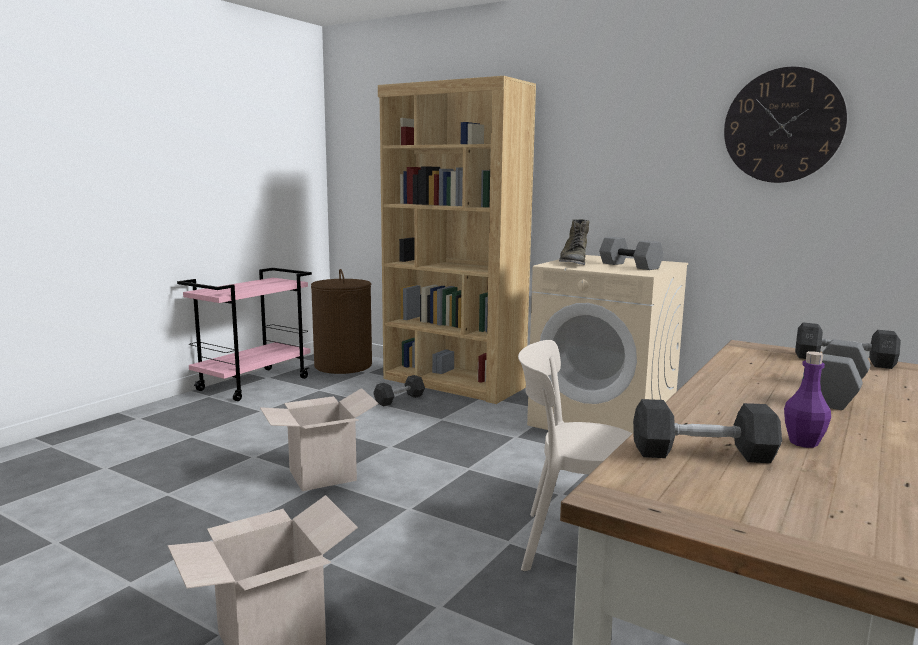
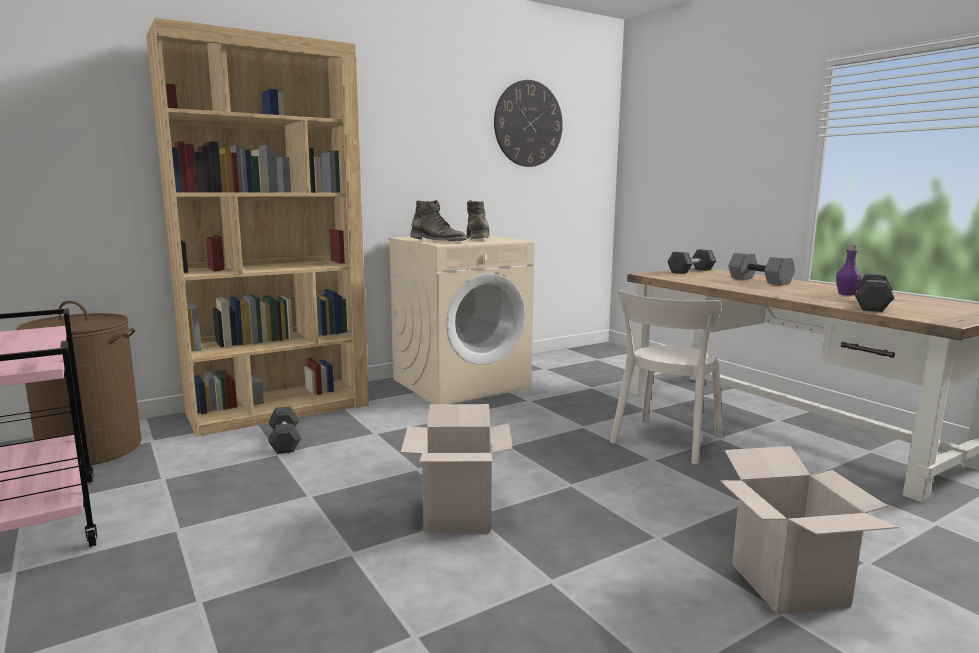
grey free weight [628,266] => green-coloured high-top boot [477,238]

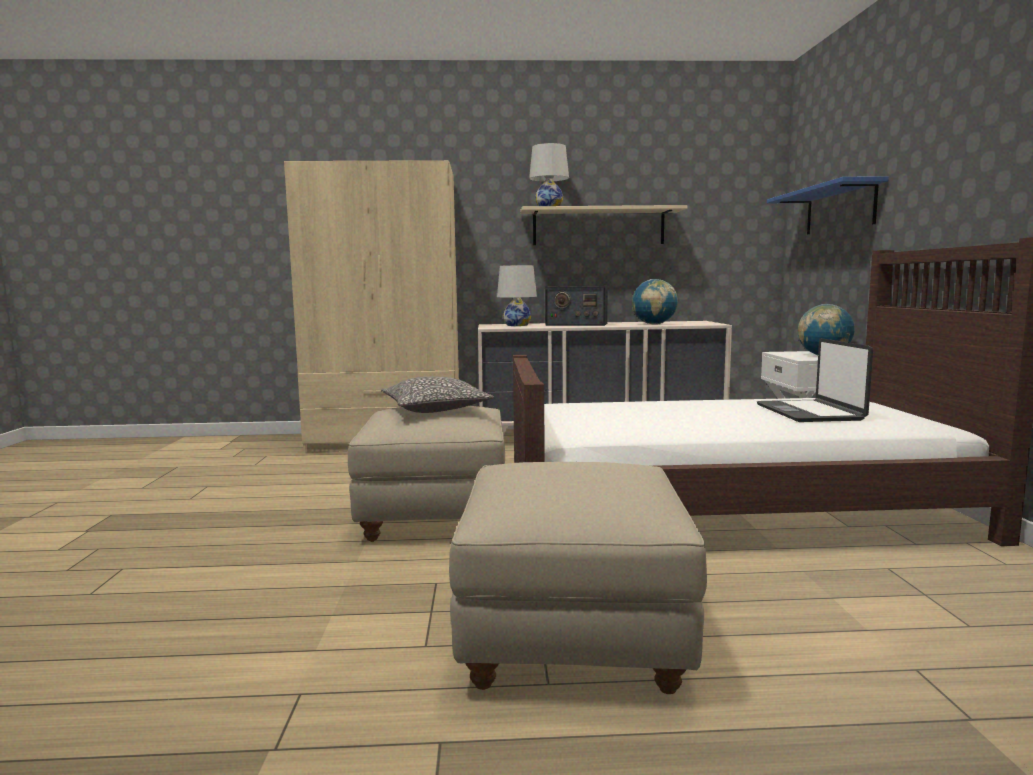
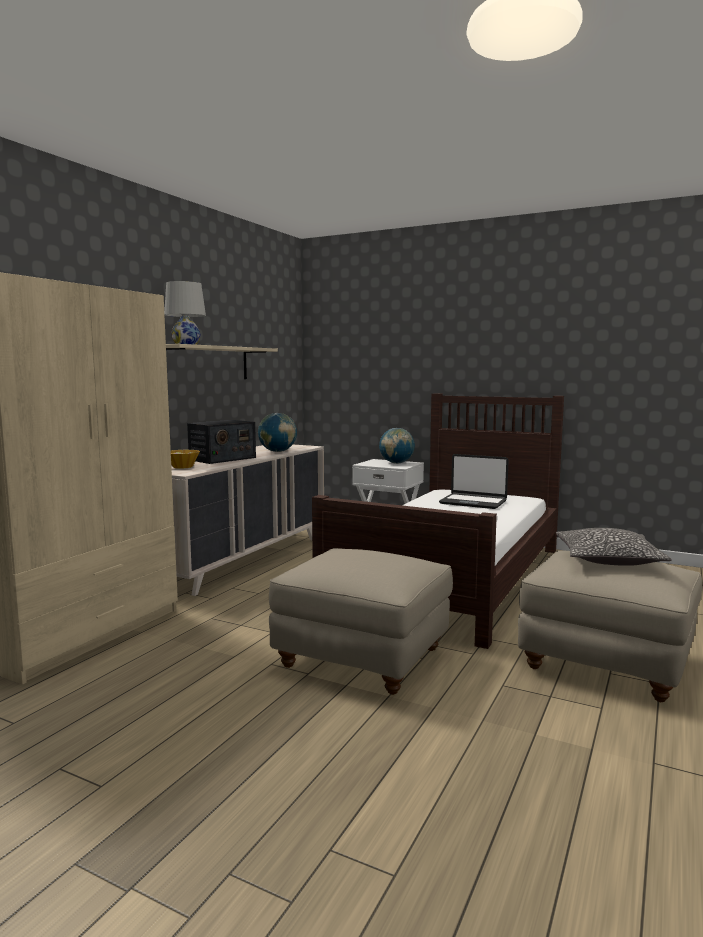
throw pillow [435,409] => throw pillow [608,559], move
white tabletop lamp [517,325] => deep dish [182,467]
bluish wall shelf [840,209] => nothing

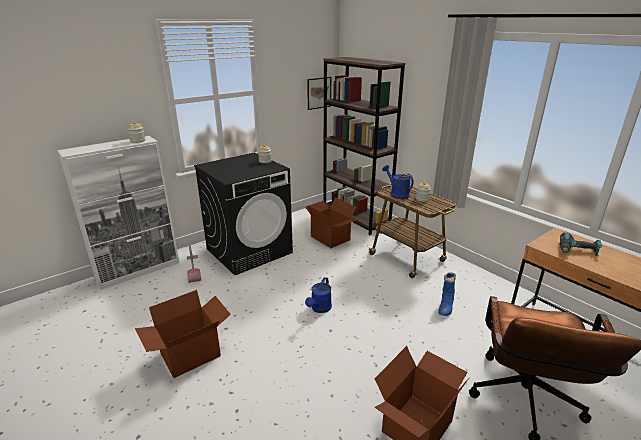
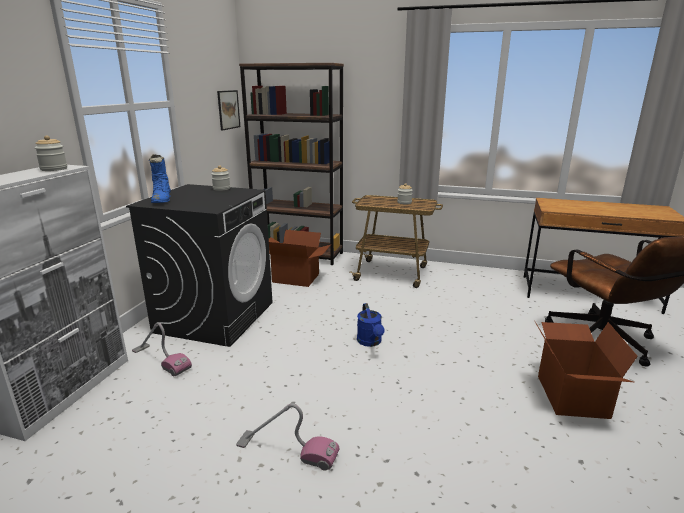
cardboard box [190,355] => hoover [287,450]
bluish watering can [397,194] => nothing
bluish high-top boot [446,307] => bluish high-top boot [162,200], move
electric drill [577,251] => nothing

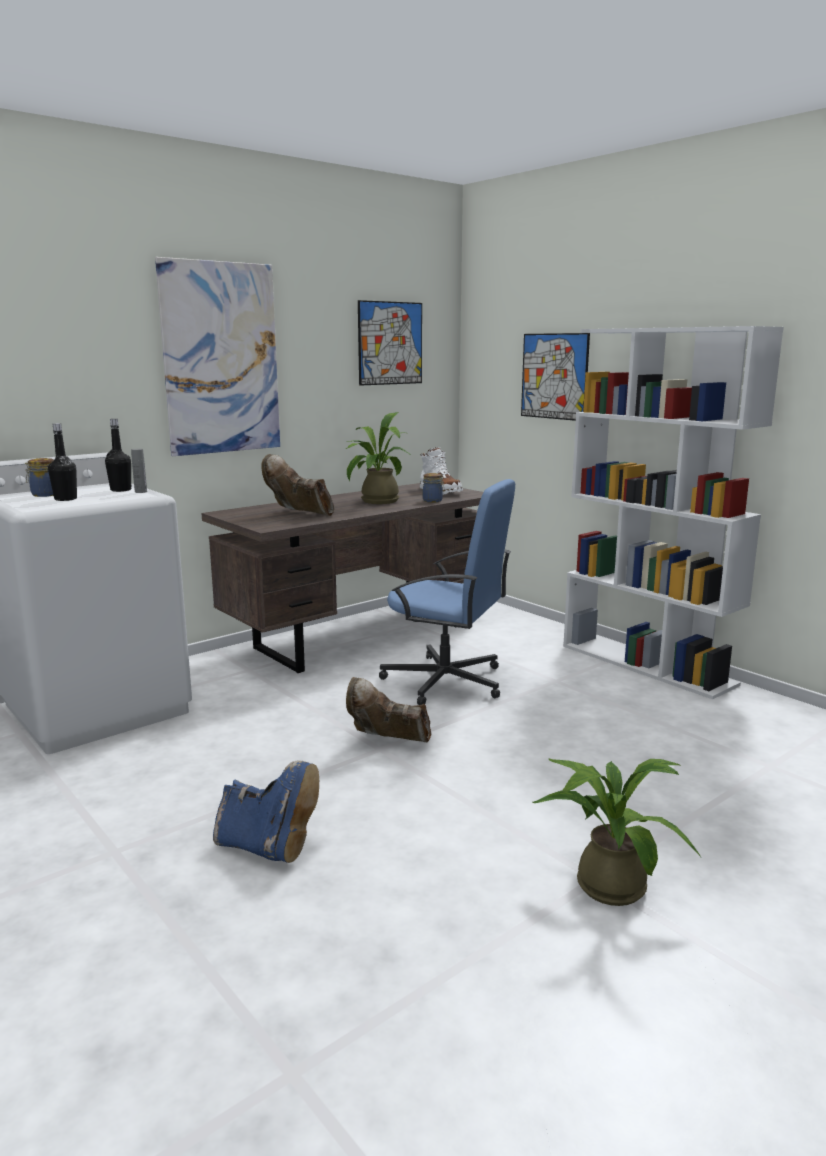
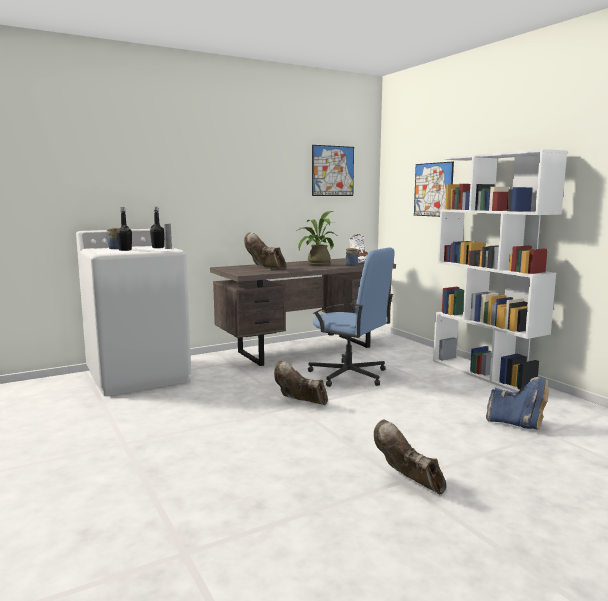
picture [221,359] => nothing
bluish high-top boot [268,848] => bluish high-top boot [517,424], move
plant in a pot [605,881] => brown high-top boot [408,483]

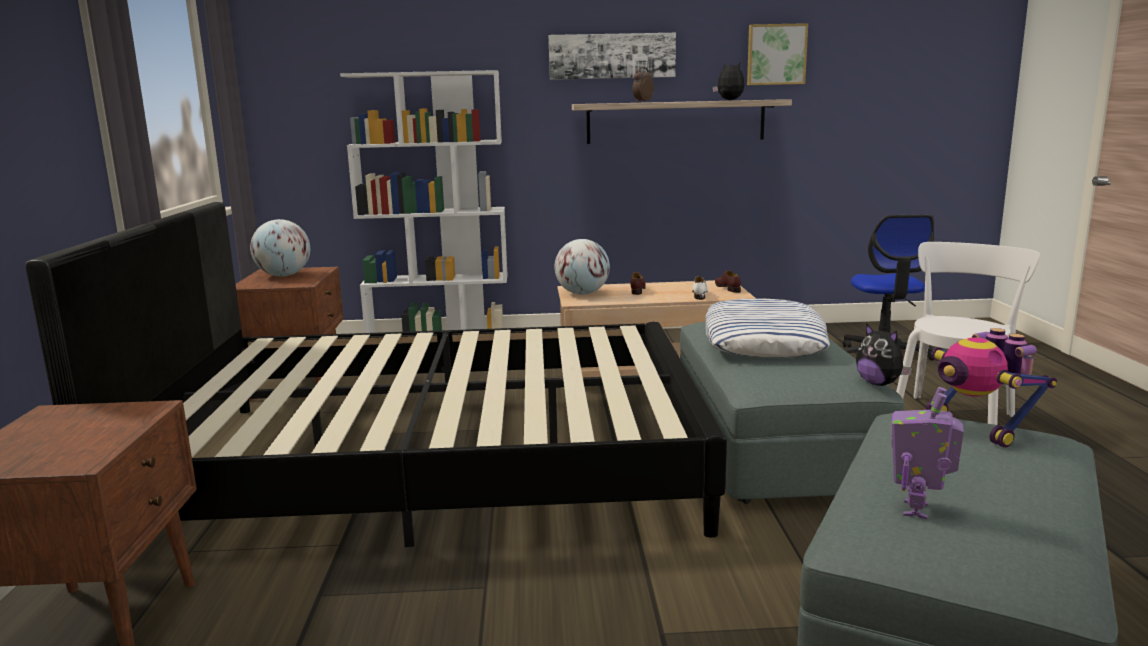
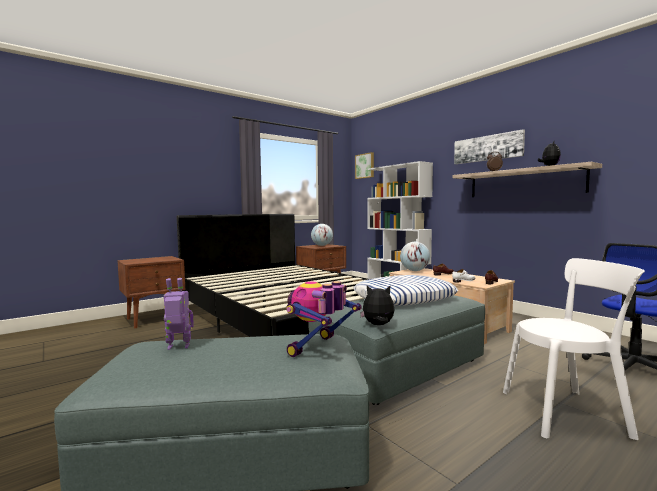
picture [776,54] => picture [365,166], move
plush toy [879,383] => plush toy [378,325], 75 degrees clockwise

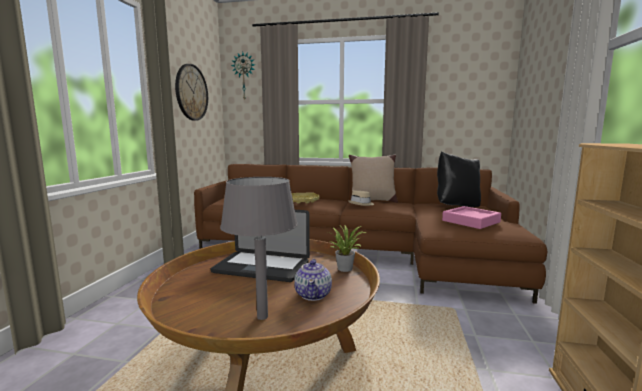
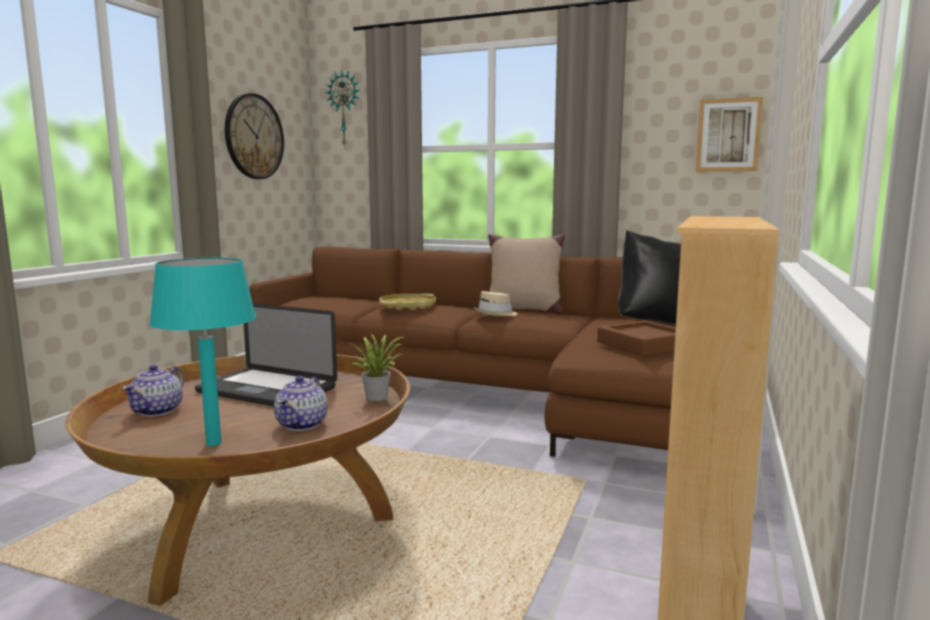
grey tabletop lamp [263,317] => blue-green tabletop lamp [214,443]
pink-coloured carrying tray [471,221] => brown carrying tray [644,345]
nothing => teapot [158,410]
nothing => picture [728,135]

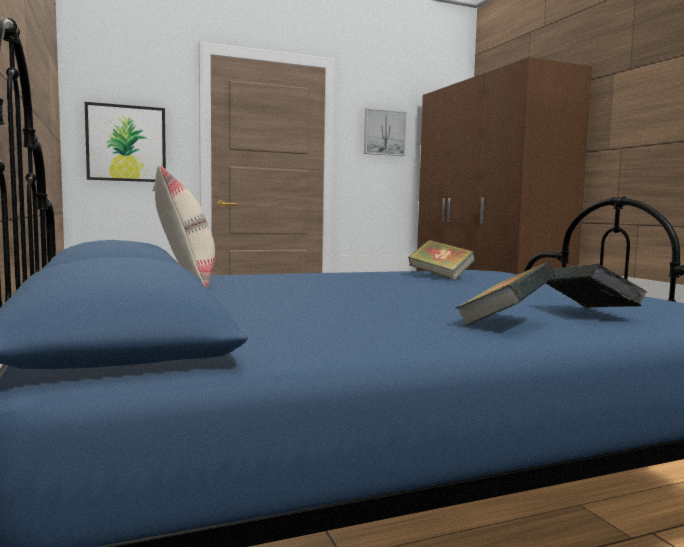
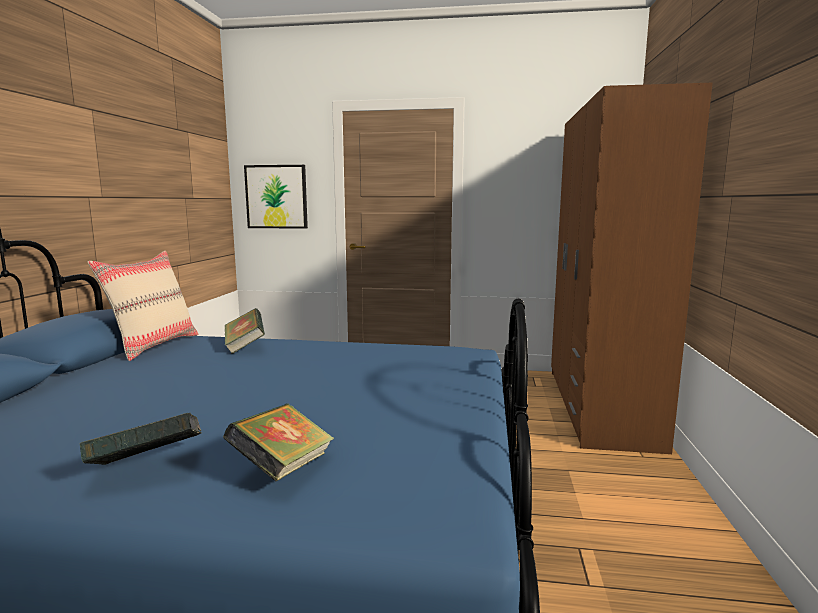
picture [384,133] => nothing
volume [440,276] => volume [244,346], move

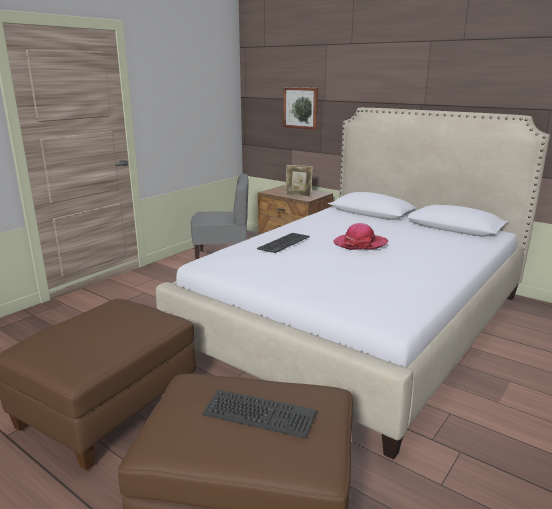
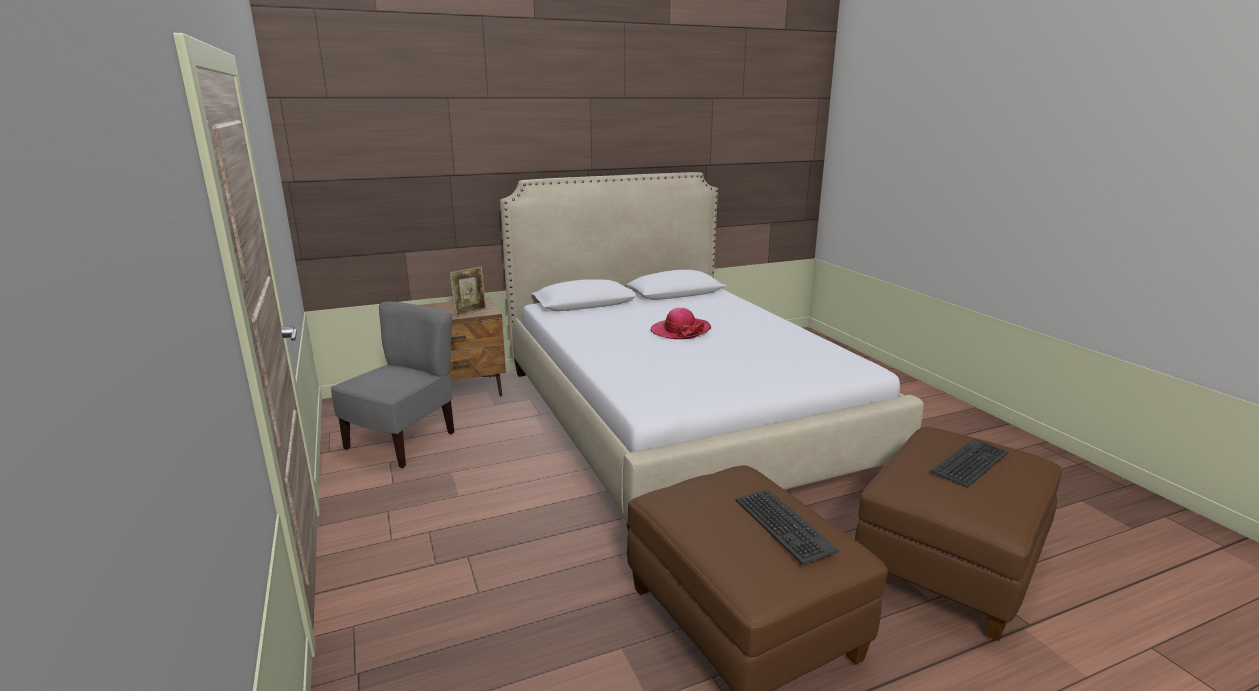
PC keyboard [283,243] => PC keyboard [782,525], move
picture [301,108] => nothing

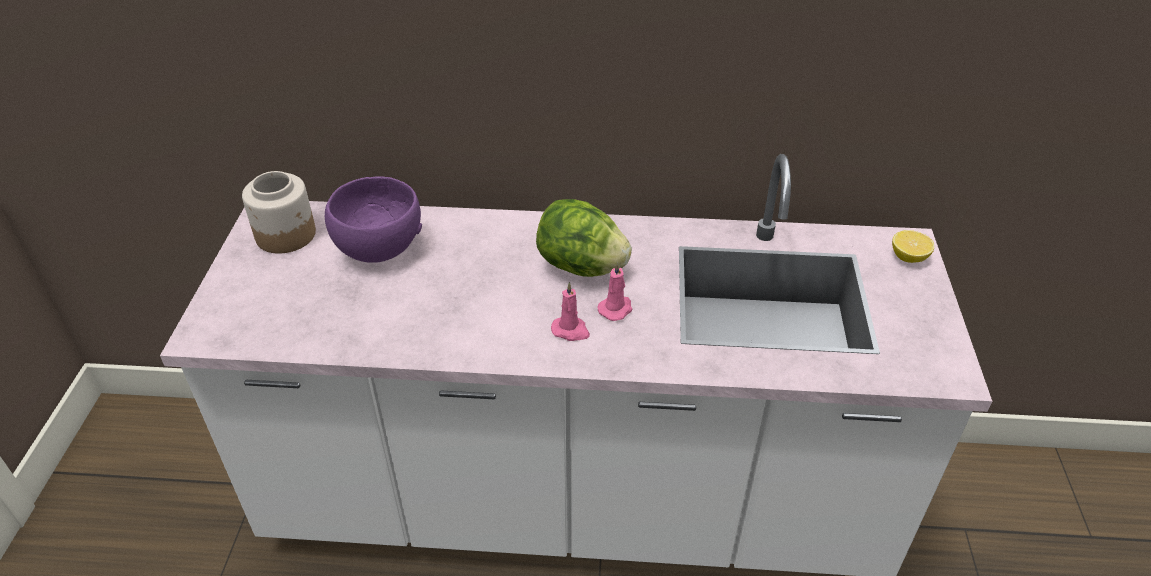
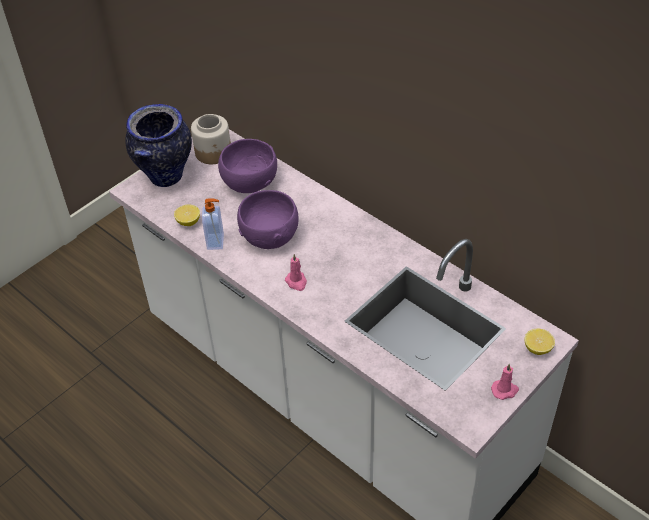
lettuce [581,267] => nothing
pink-coloured candle [616,309] => pink-coloured candle [505,390], move
nothing => flower vase [166,178]
nothing => whole lemon [188,222]
nothing => soap bottle [216,241]
nothing => purple deep dish [270,236]

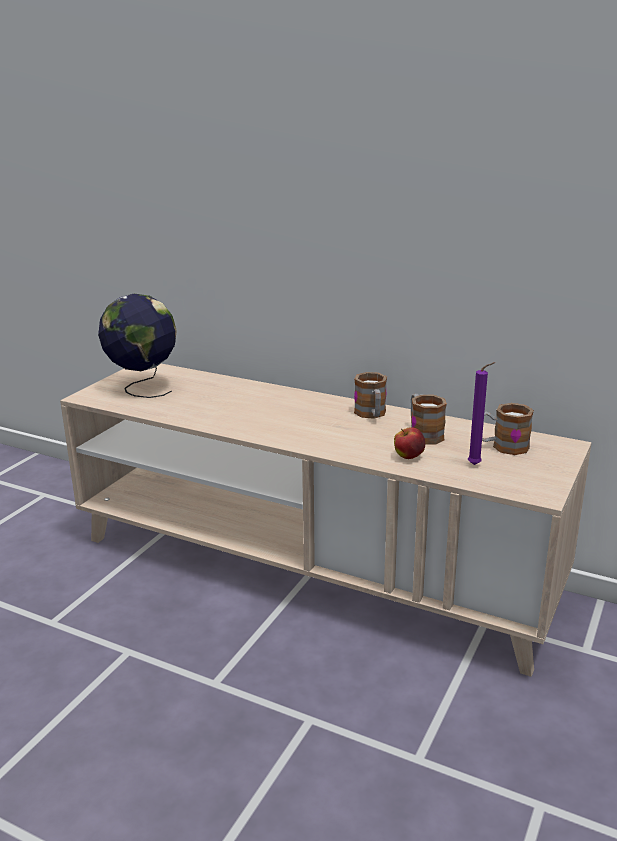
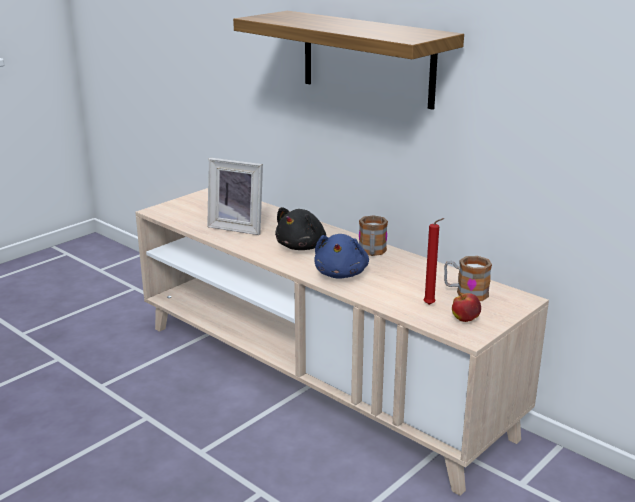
desk globe [143,387] => nothing
apple [408,457] => apple [465,319], move
mug [423,434] => nothing
purple candle [476,465] => red candle [430,305]
nothing => standing frame [238,227]
nothing => wall shelf [367,58]
nothing => black-coloured plush toy [302,247]
nothing => bluish plush toy [341,273]

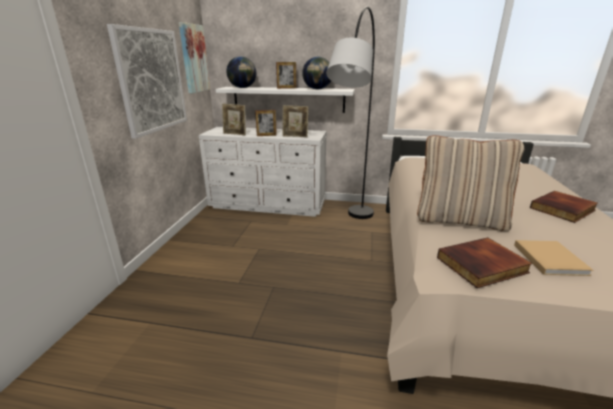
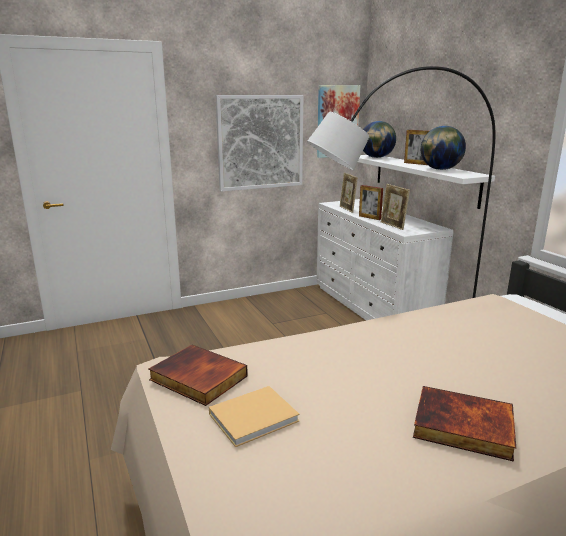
beige-coloured throw pillow [460,220] => nothing

